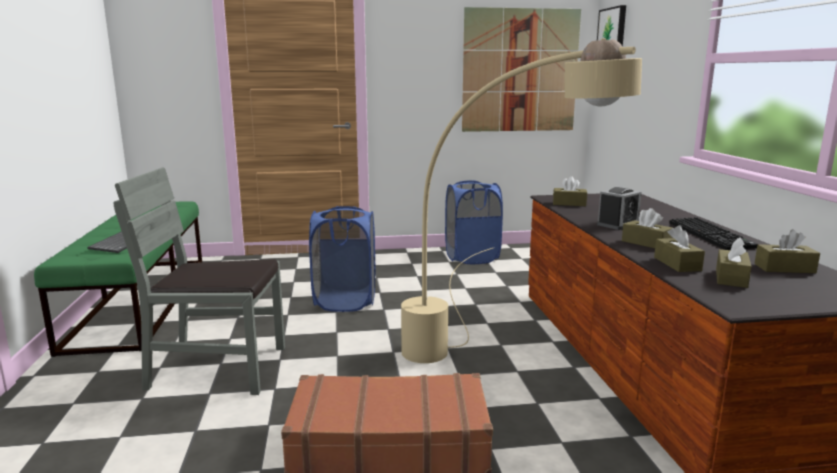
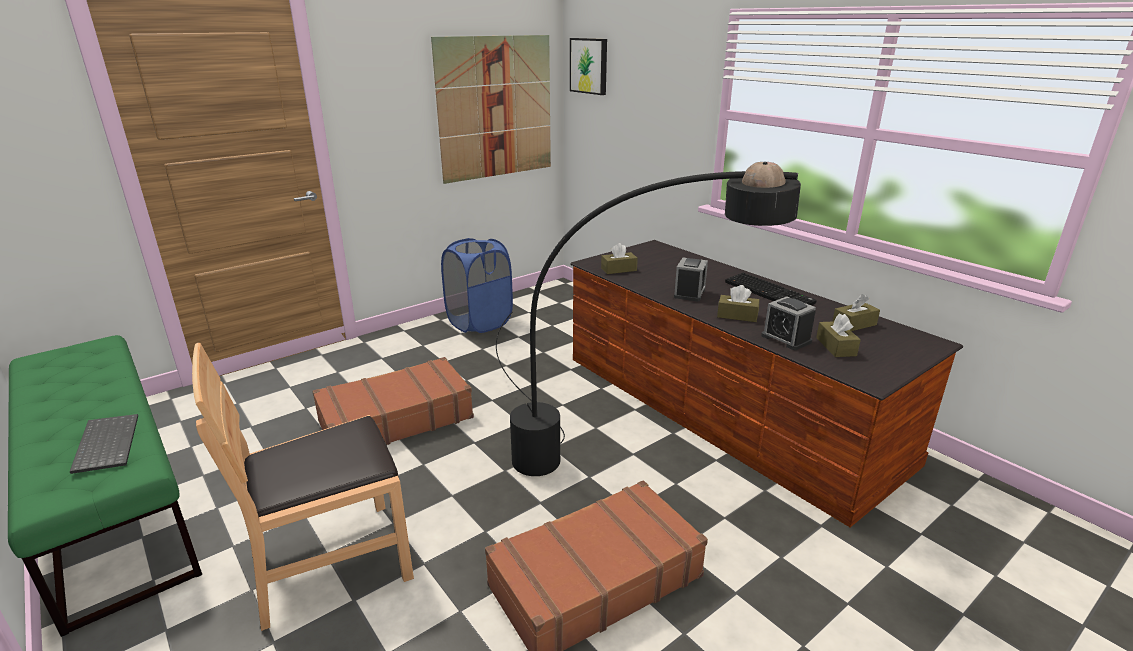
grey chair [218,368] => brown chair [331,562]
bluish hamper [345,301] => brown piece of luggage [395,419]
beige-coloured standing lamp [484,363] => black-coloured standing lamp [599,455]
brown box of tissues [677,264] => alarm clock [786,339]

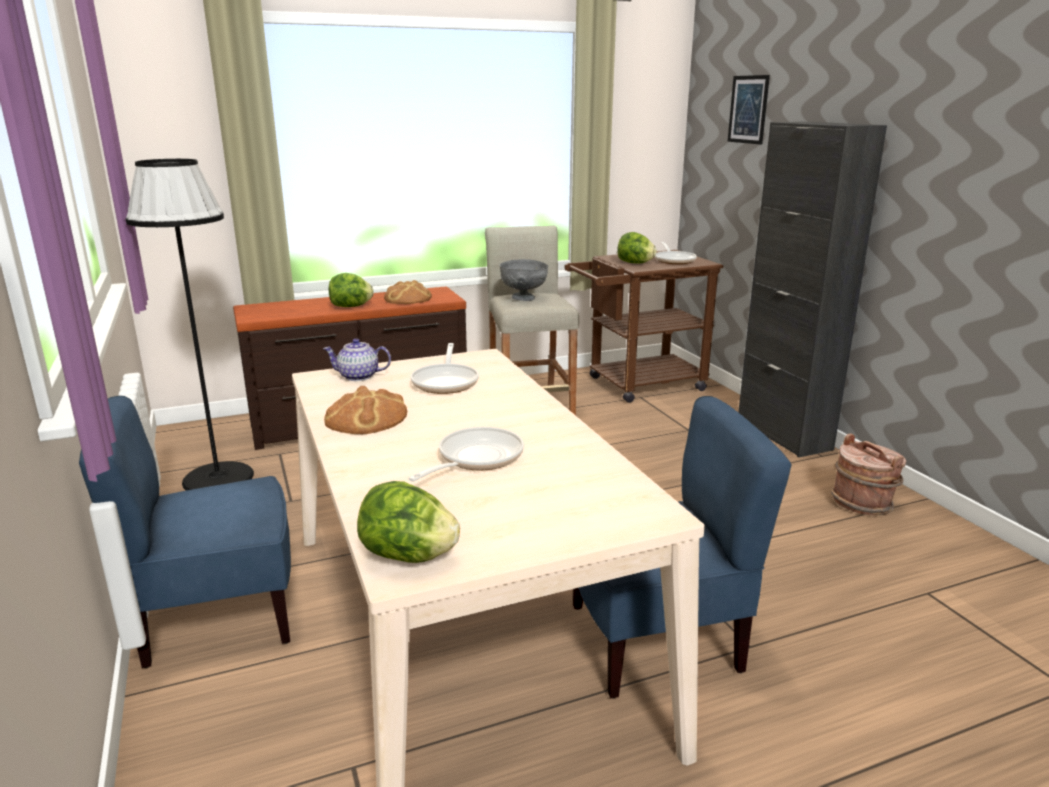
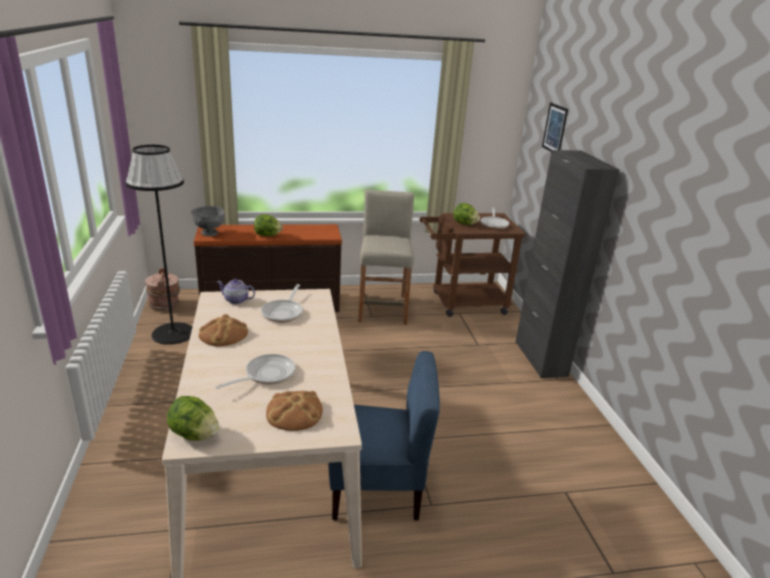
bluish chair [218,617] => nothing
bread [408,298] => bread [294,413], move
grey deep dish [523,298] => grey deep dish [209,233], move
brown water bucket [862,503] => brown water bucket [165,305], move

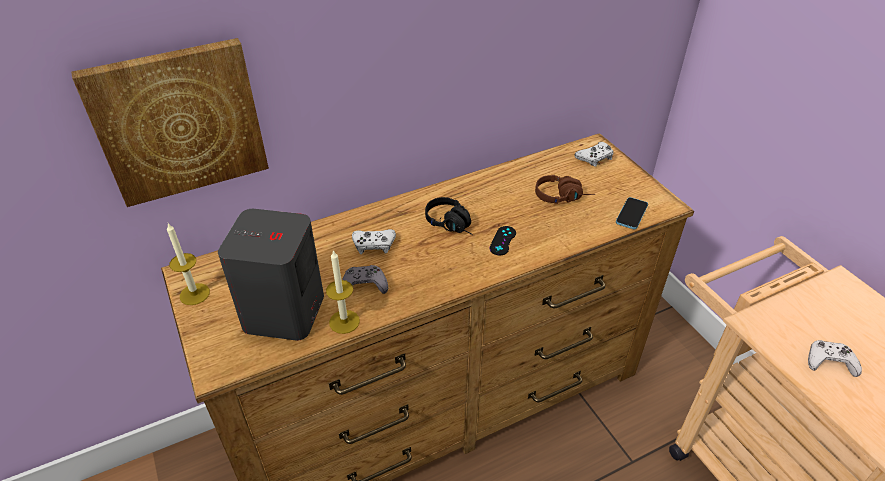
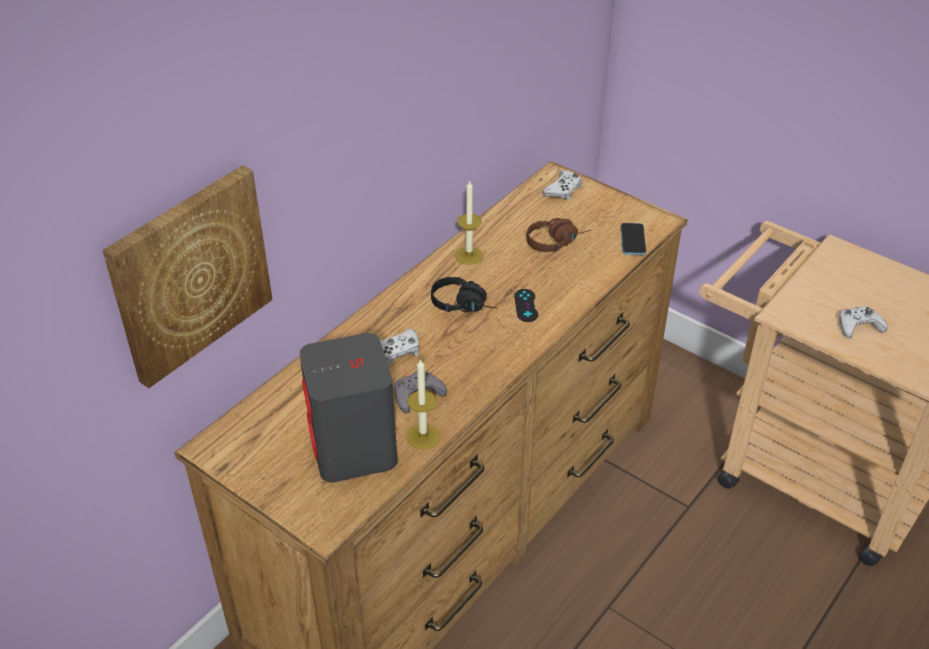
candle [194,294] => candle [469,255], move

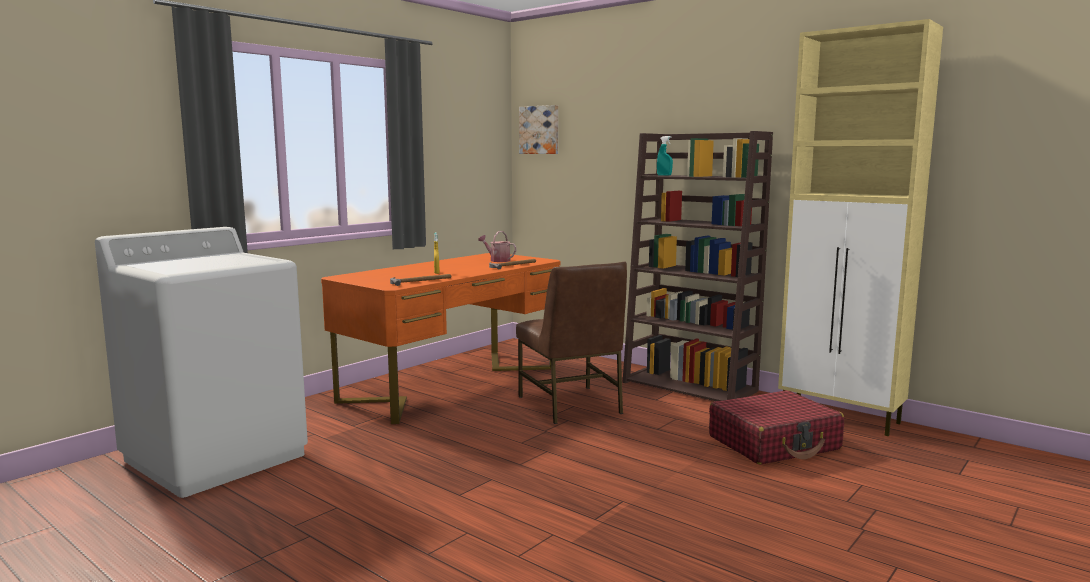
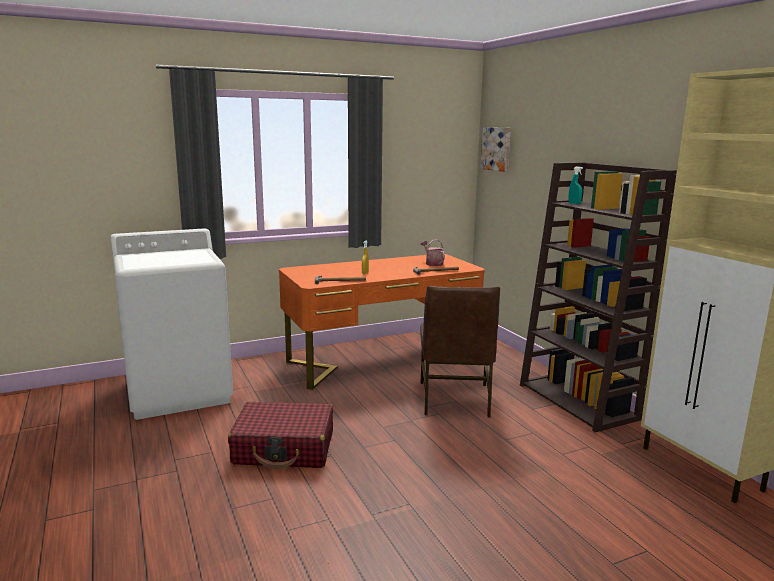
red piece of luggage [774,443] => red piece of luggage [284,448], move

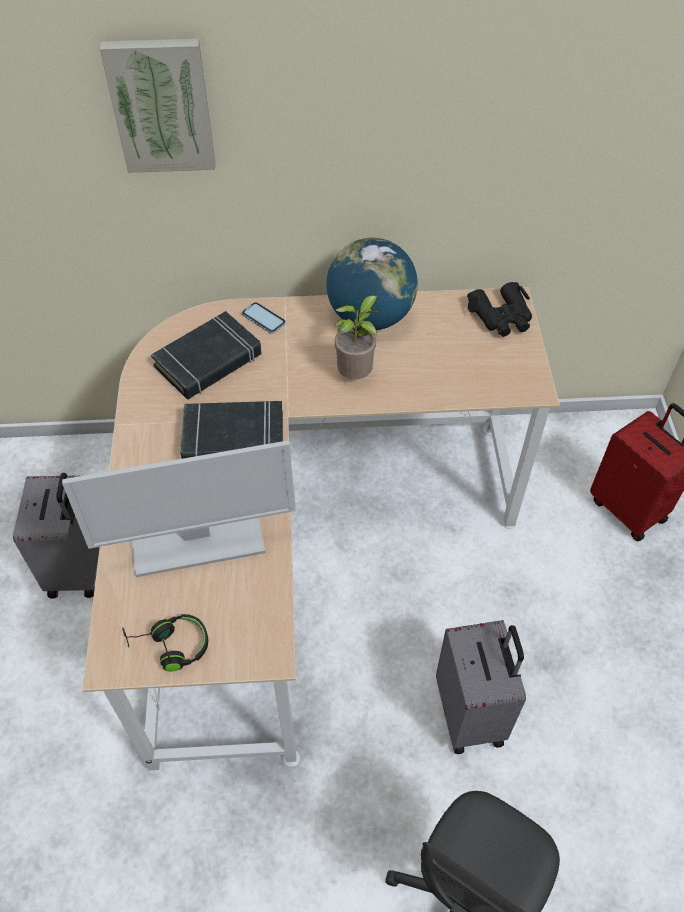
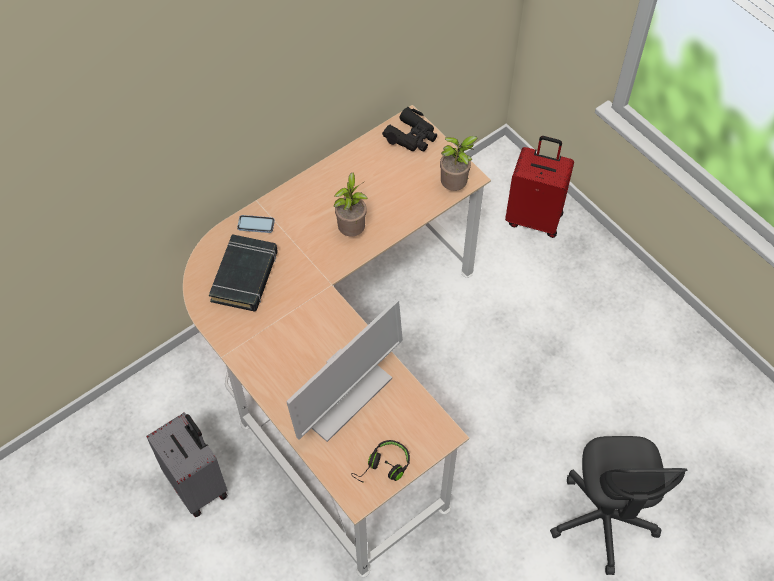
picture [161,105] => nothing
black-coloured volume [233,439] => nothing
desk globe [370,317] => nothing
grey piece of luggage [471,713] => nothing
nothing => plant in a pot [455,186]

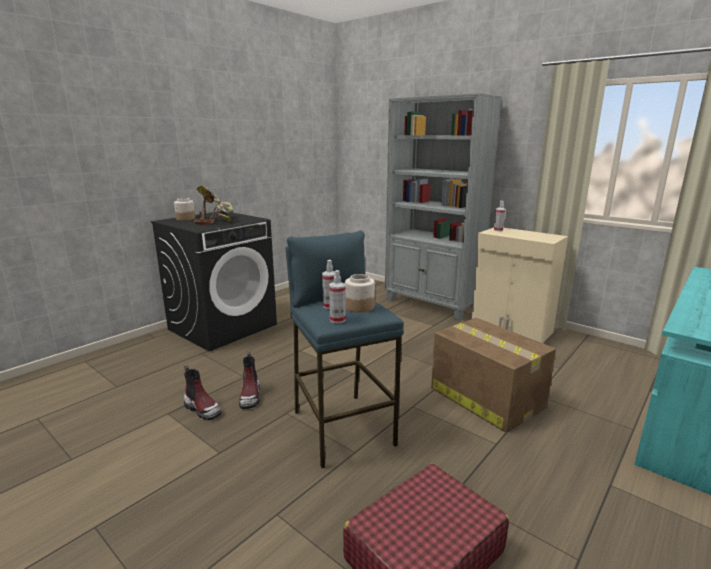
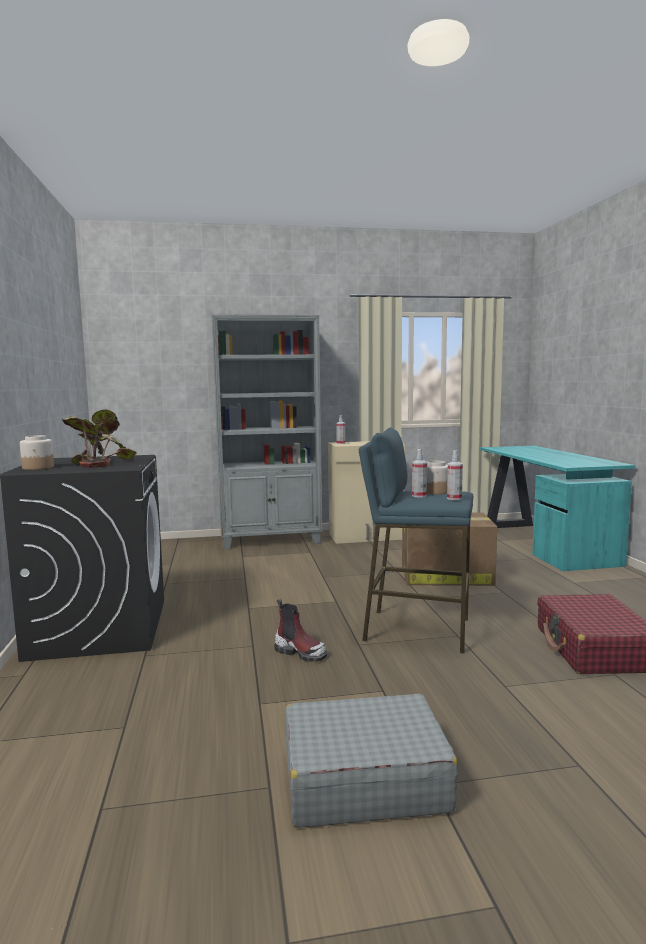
high-top boot [203,409] => nothing
nothing => grey piece of luggage [363,779]

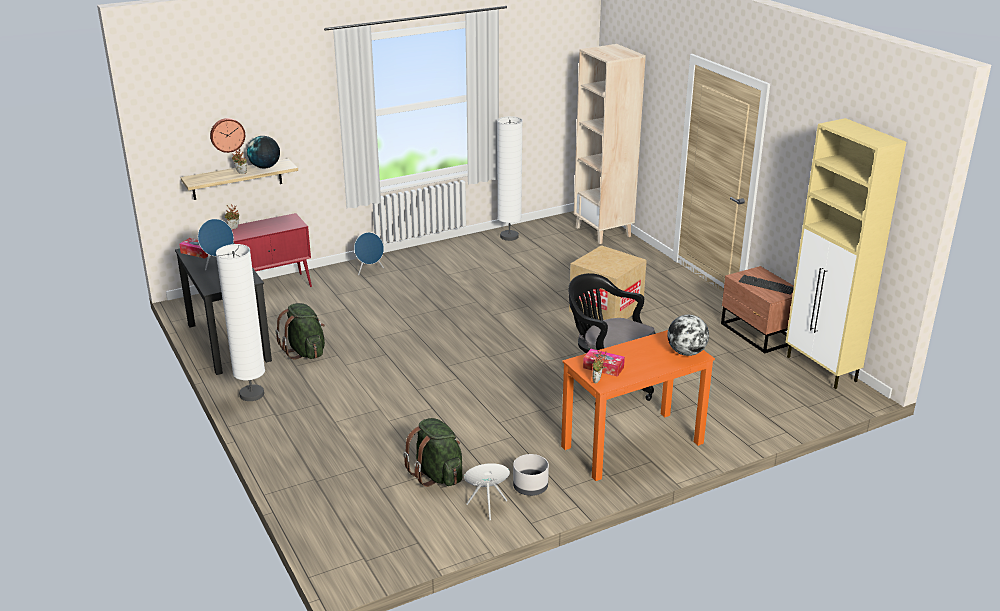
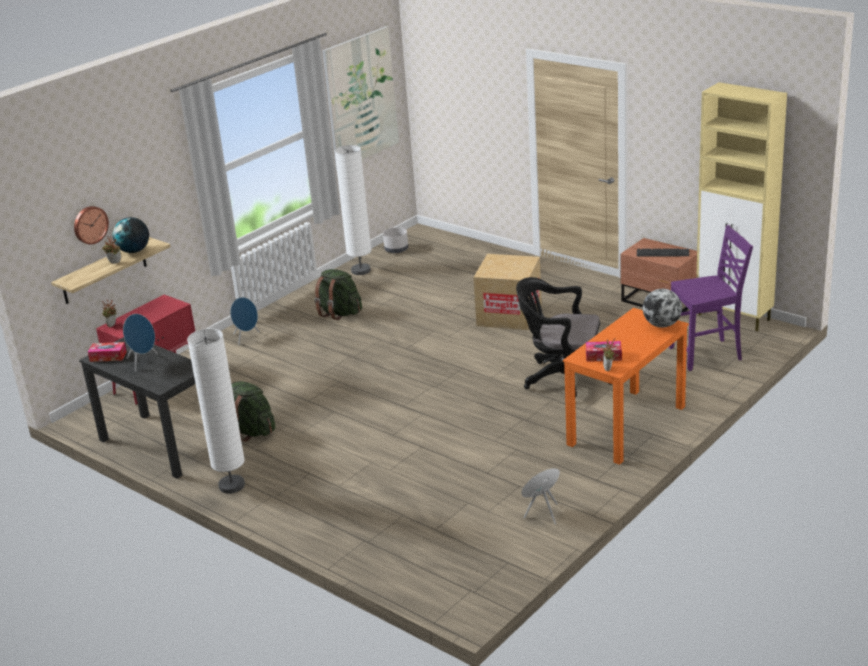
green-coloured backpack [437,475] => green-coloured backpack [339,313], move
grey planter [530,487] => grey planter [396,249], move
beige-coloured shelving unit [603,232] => nothing
nothing => picture [361,98]
nothing => purple chair [707,354]

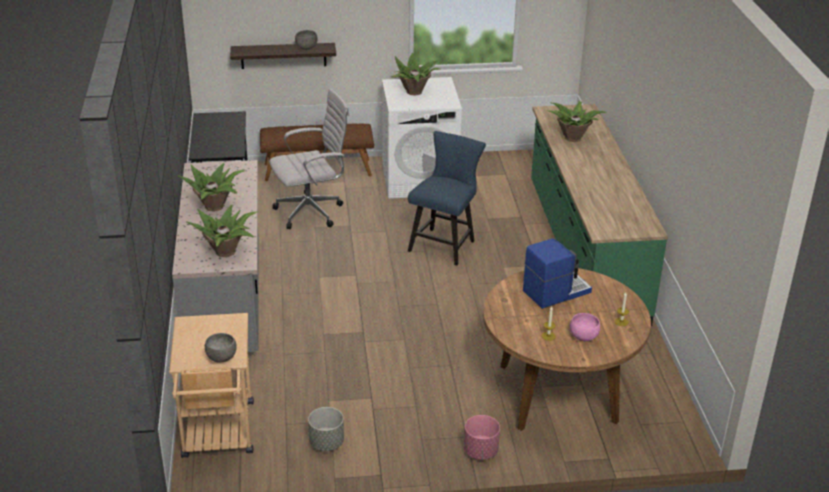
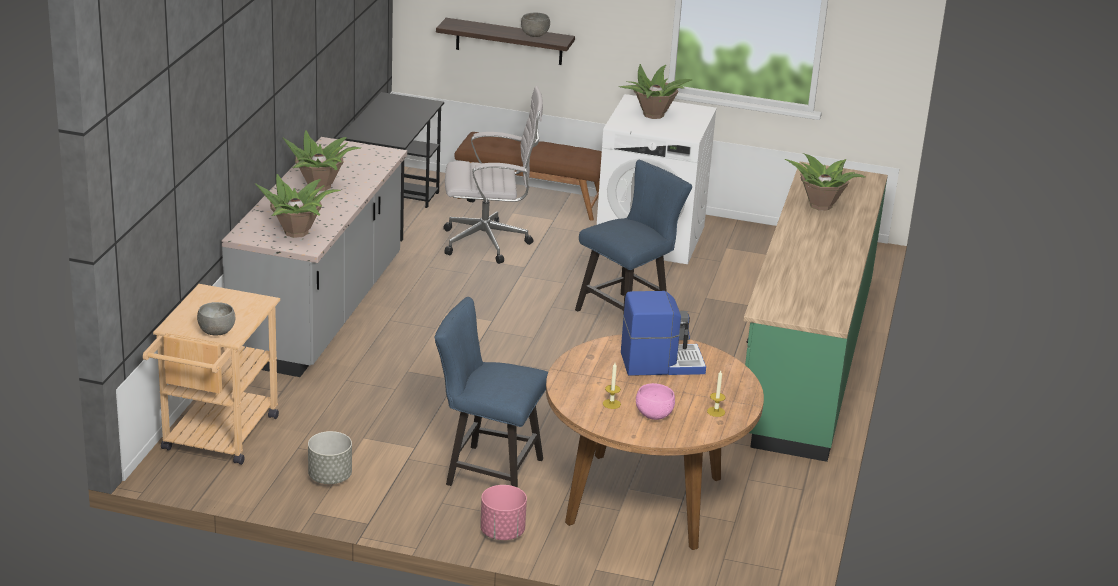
nothing => bluish chair [487,471]

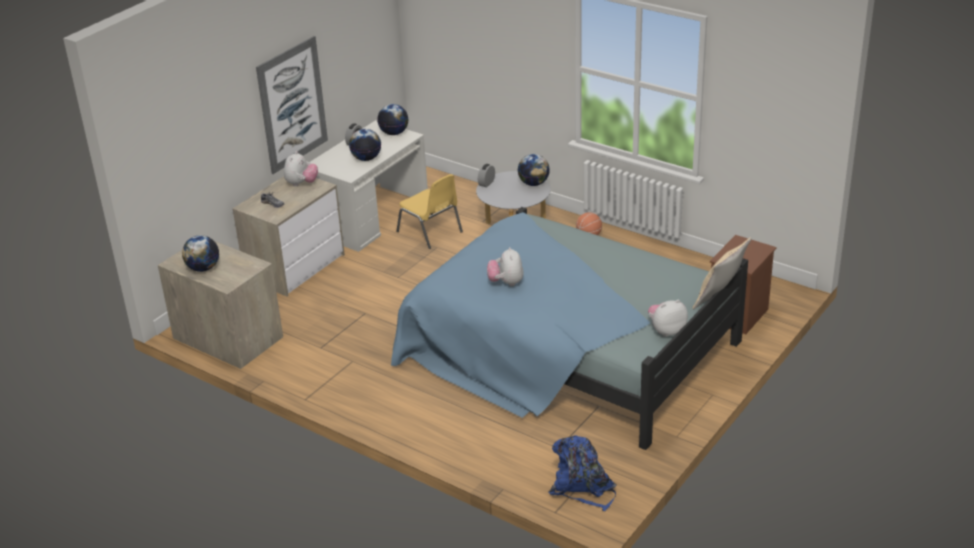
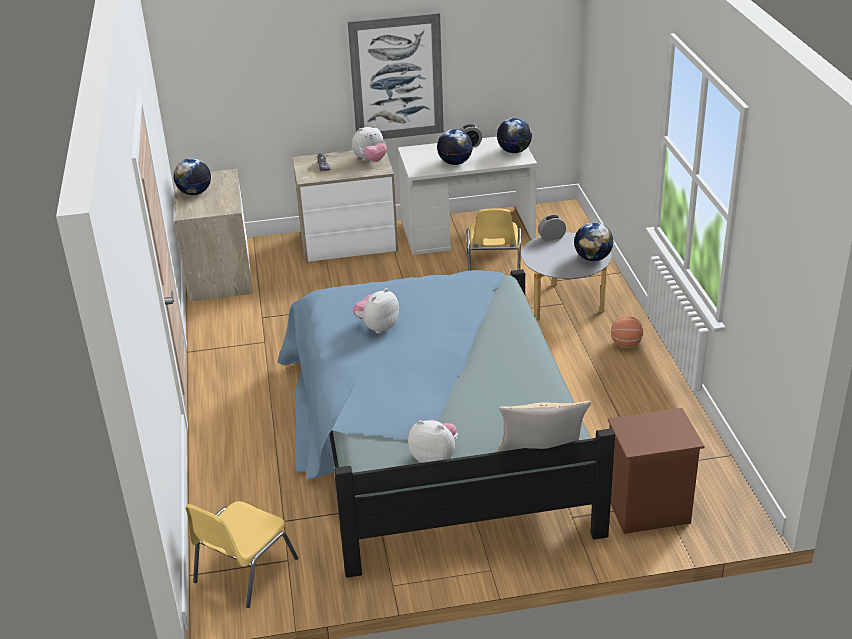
bluish backpack [582,487] => yellow chair [243,571]

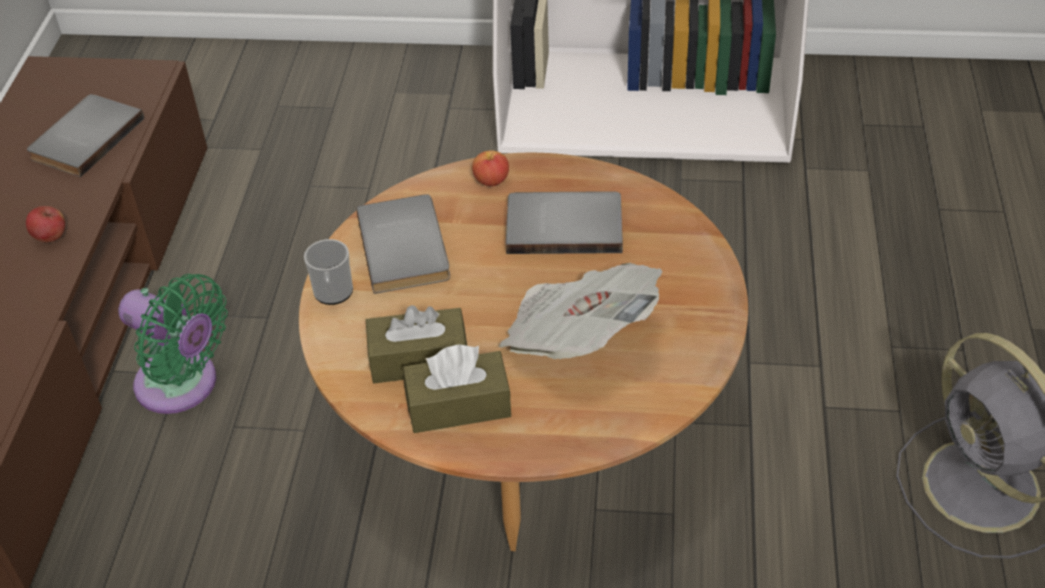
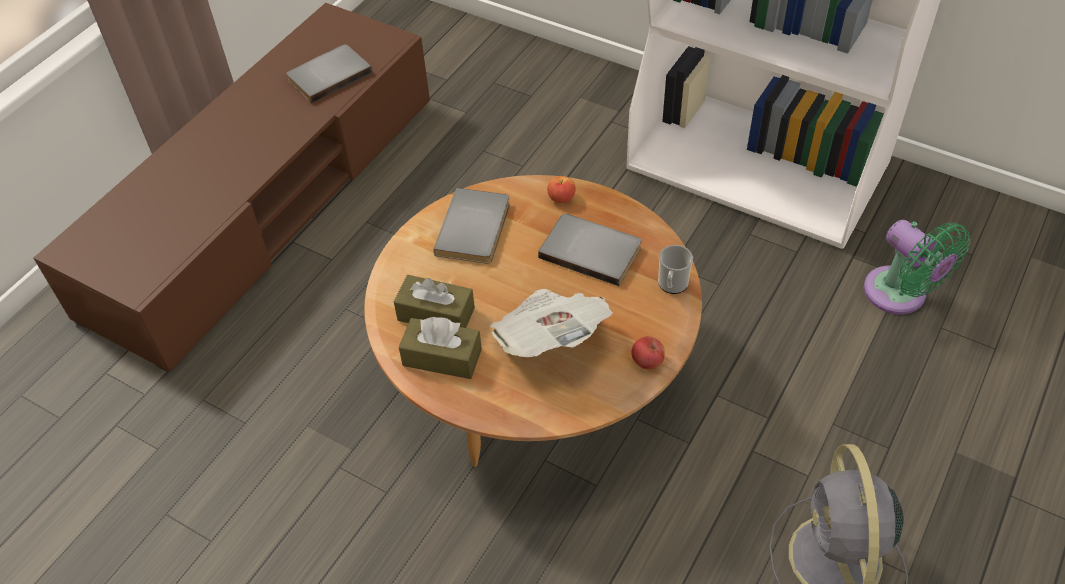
apple [51,237] => apple [647,362], move
green-coloured cooling fan [183,386] => green-coloured cooling fan [900,295], move
mug [333,294] => mug [672,285], move

